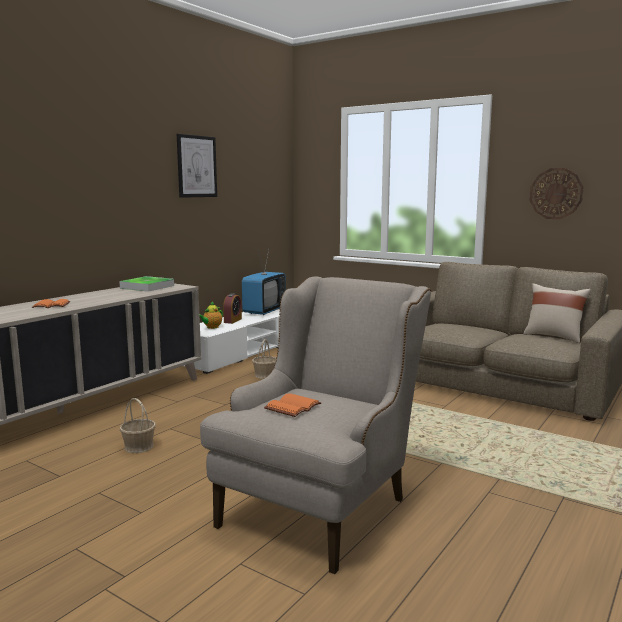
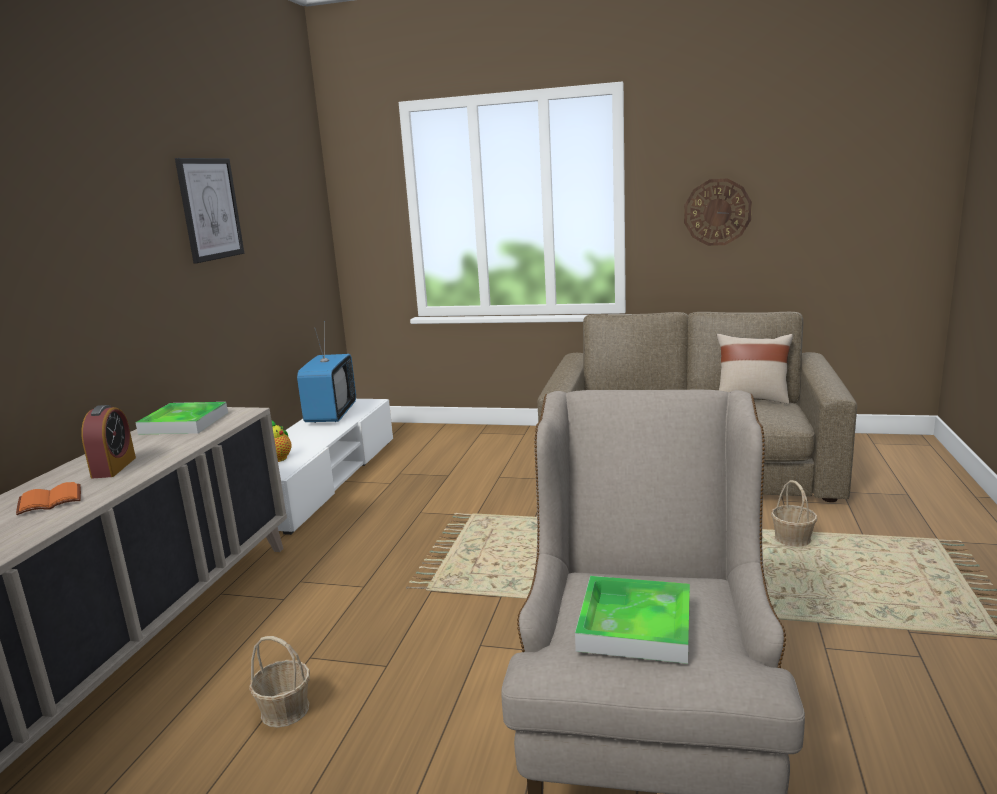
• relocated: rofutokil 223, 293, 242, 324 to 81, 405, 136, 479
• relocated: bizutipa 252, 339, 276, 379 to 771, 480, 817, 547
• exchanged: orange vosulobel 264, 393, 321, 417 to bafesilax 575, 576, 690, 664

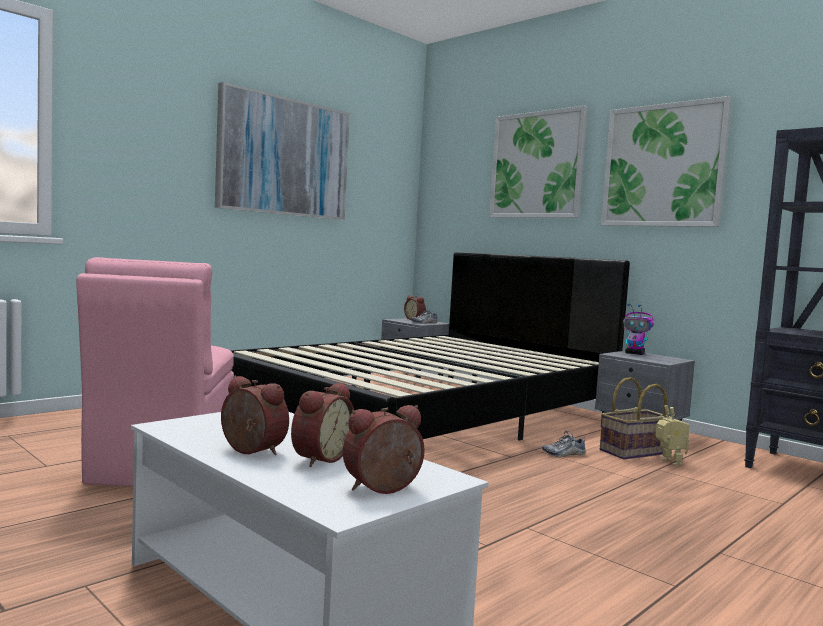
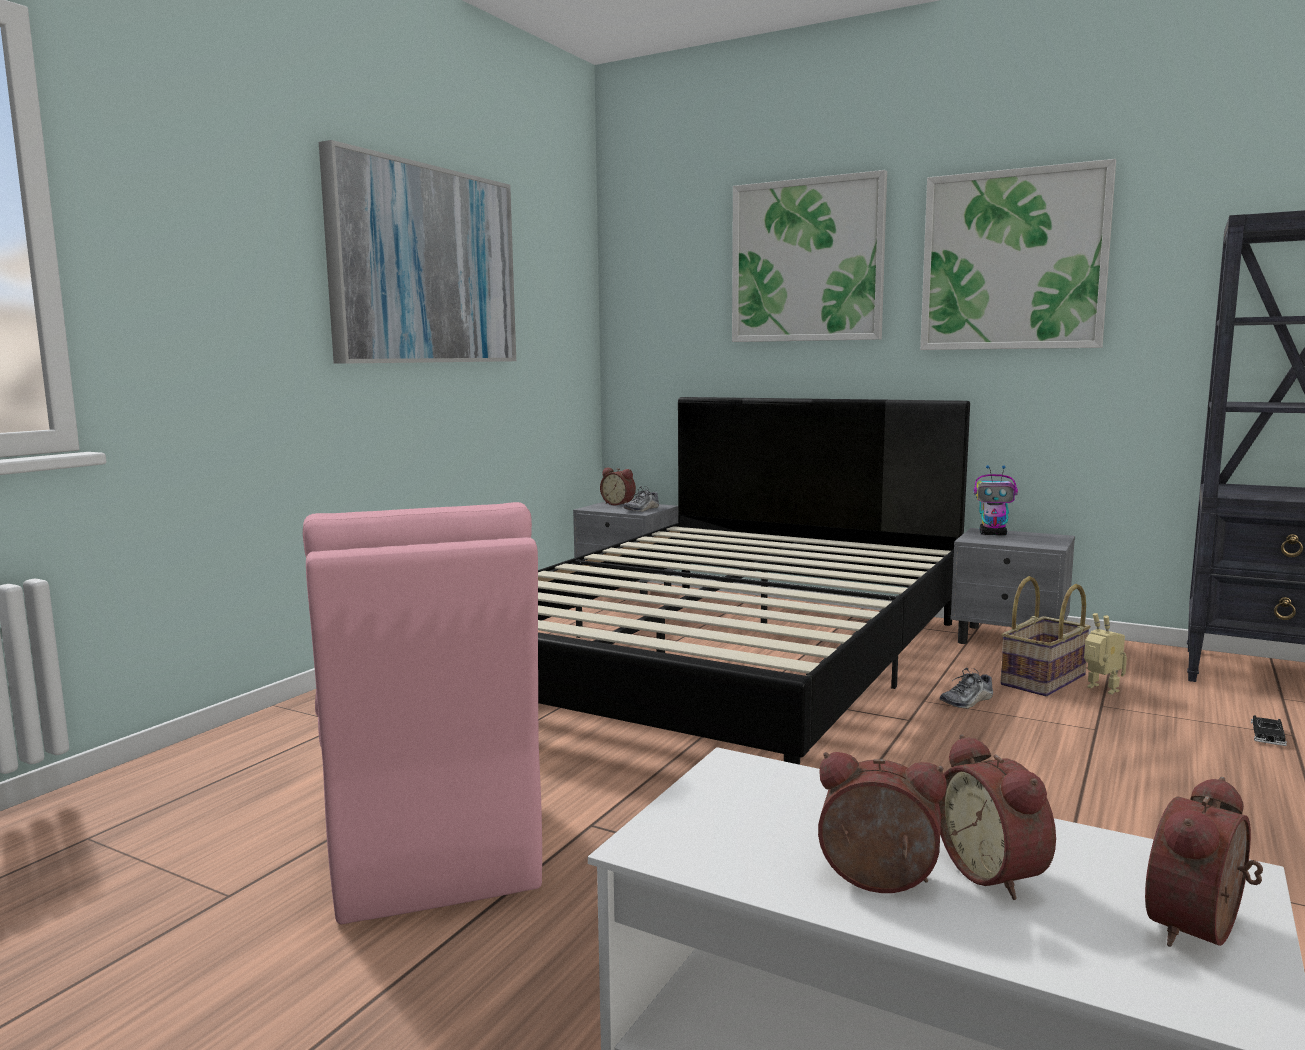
• spun: rofutokil 291, 383, 354, 467 = 939, 734, 1056, 900 150 degrees clockwise
• appeared: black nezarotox 1251, 715, 1287, 746

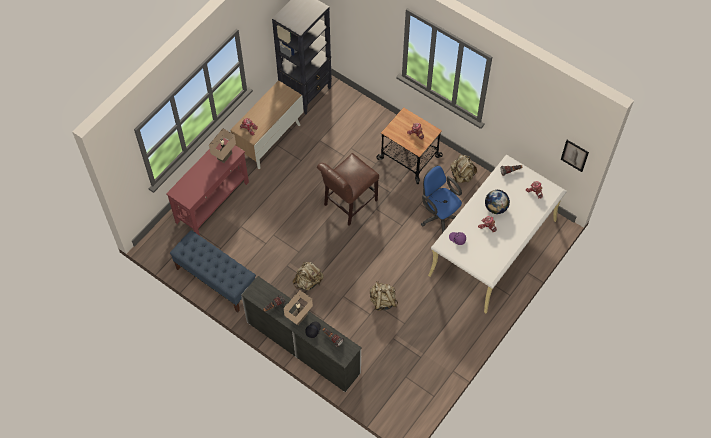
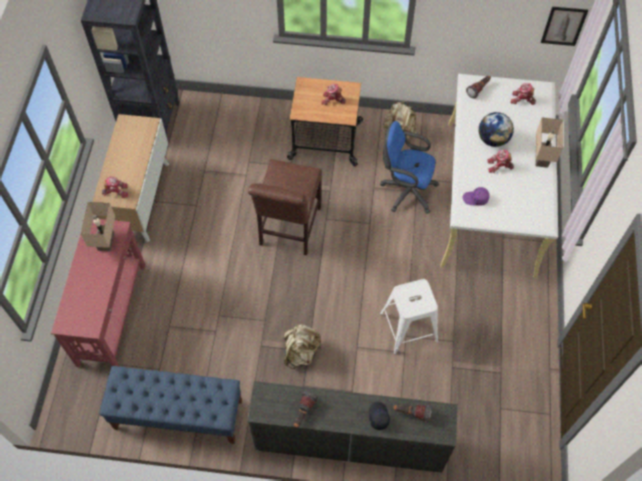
• exchanged: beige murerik 370, 281, 398, 311 to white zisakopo 380, 279, 438, 354
• relocated: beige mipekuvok 284, 290, 313, 325 to 535, 117, 563, 168

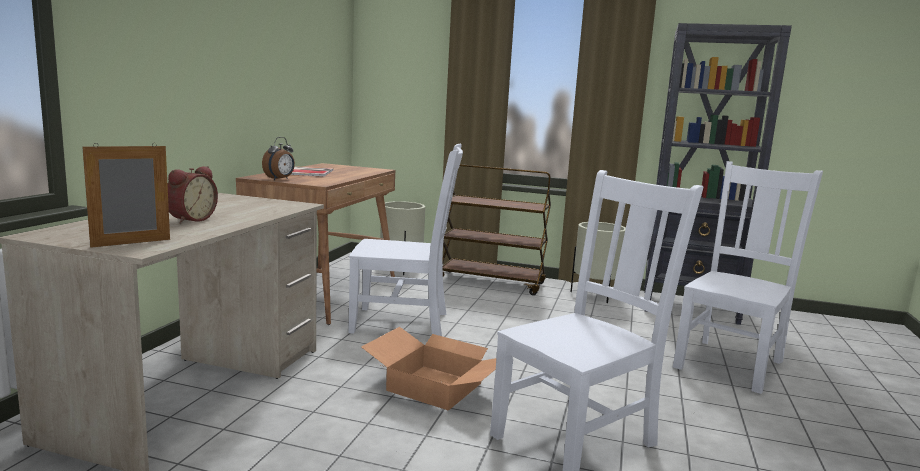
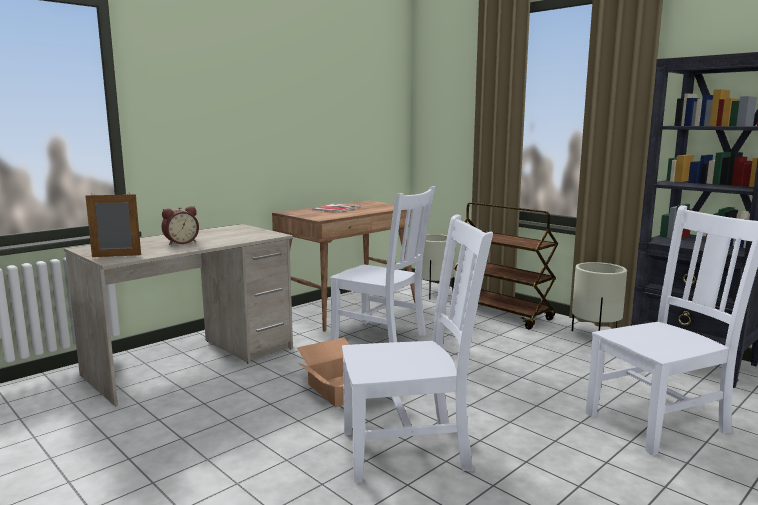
• missing: rofutokil 262, 137, 295, 180

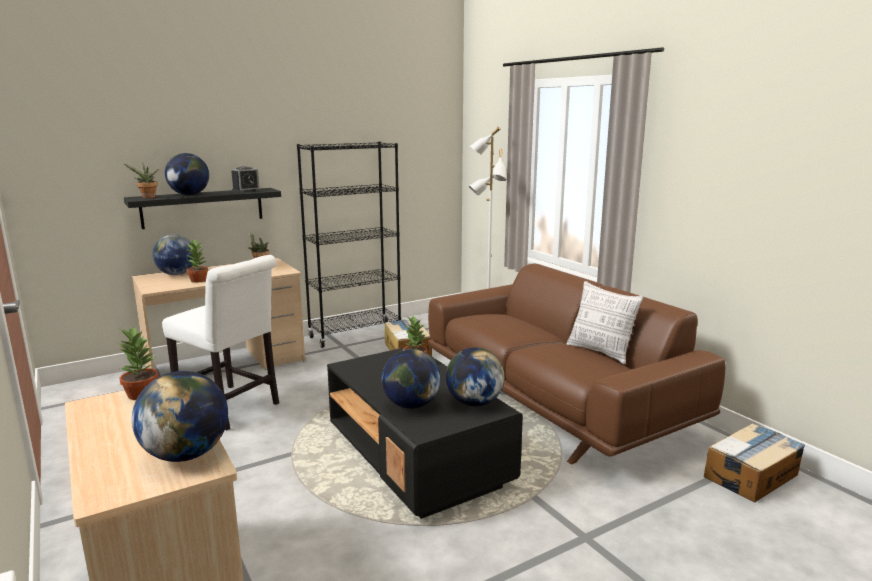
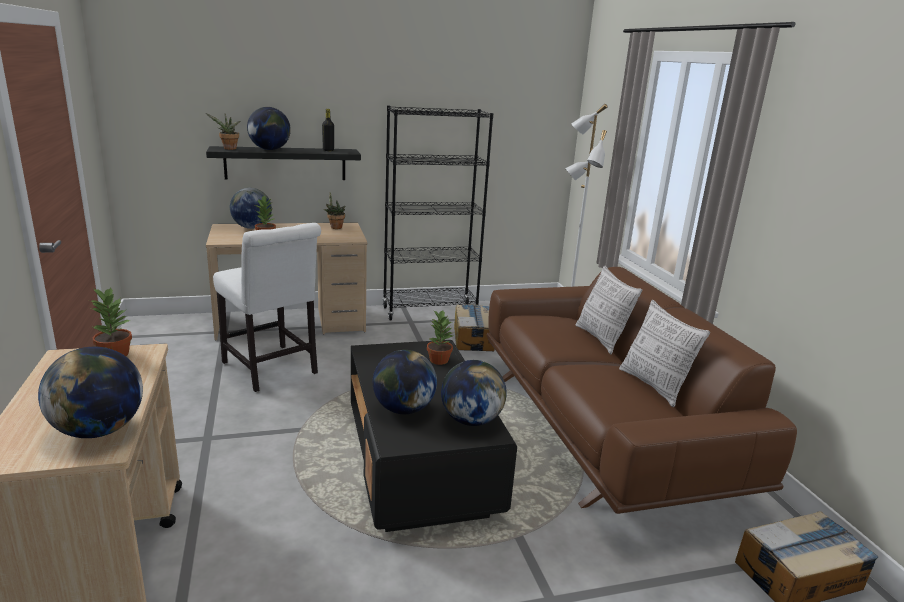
• exchanged: rofutokil 231, 166, 261, 193 to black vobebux 322, 109, 334, 151
• appeared: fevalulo 576, 266, 642, 354

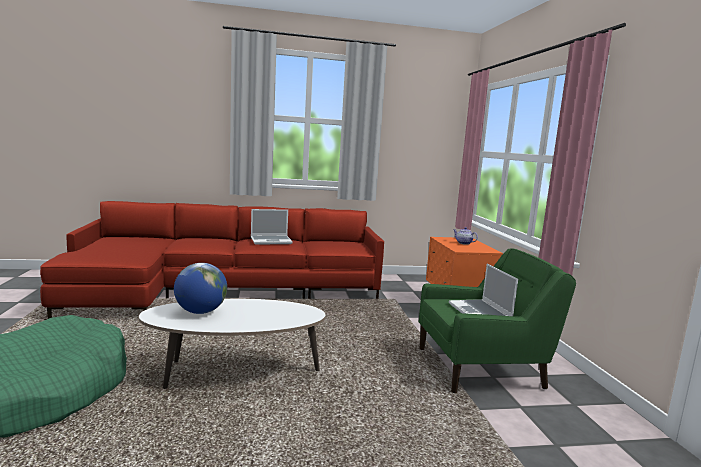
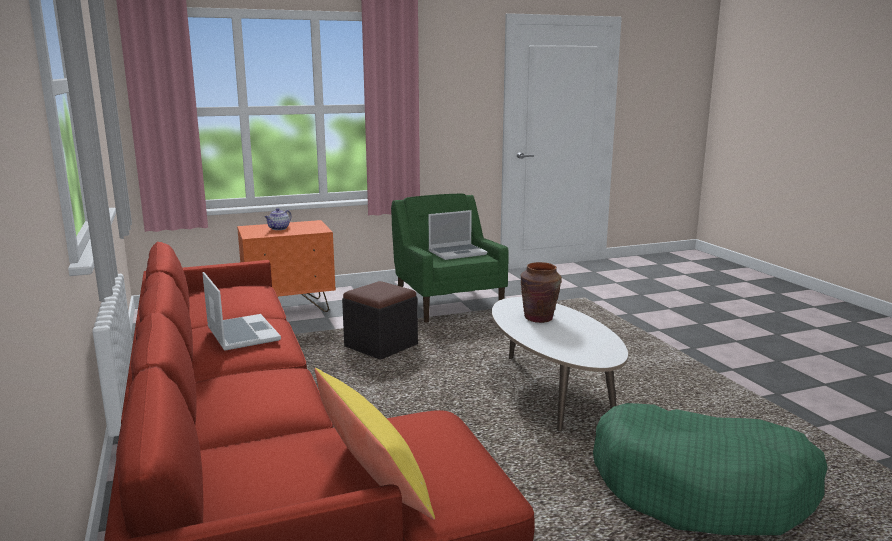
• missing: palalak 174, 263, 227, 314
• appeared: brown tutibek 520, 262, 562, 323
• appeared: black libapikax 342, 281, 418, 359
• appeared: yellow fevalulo 315, 368, 435, 520

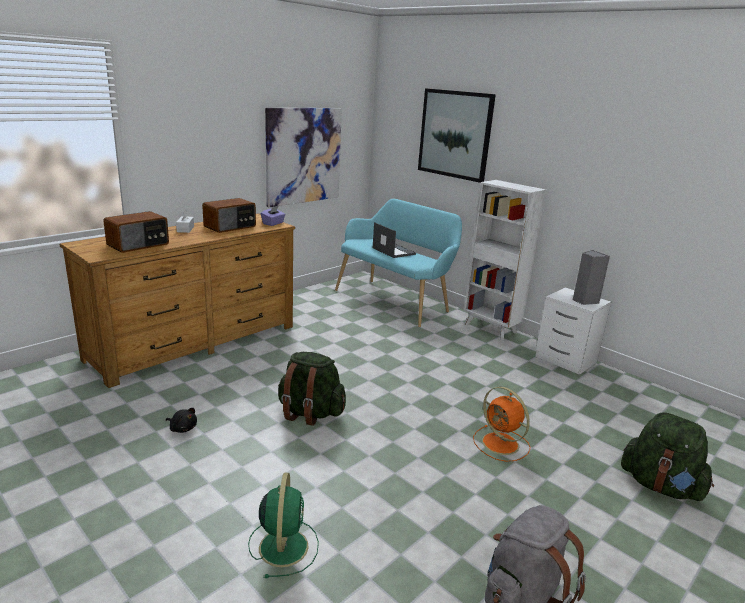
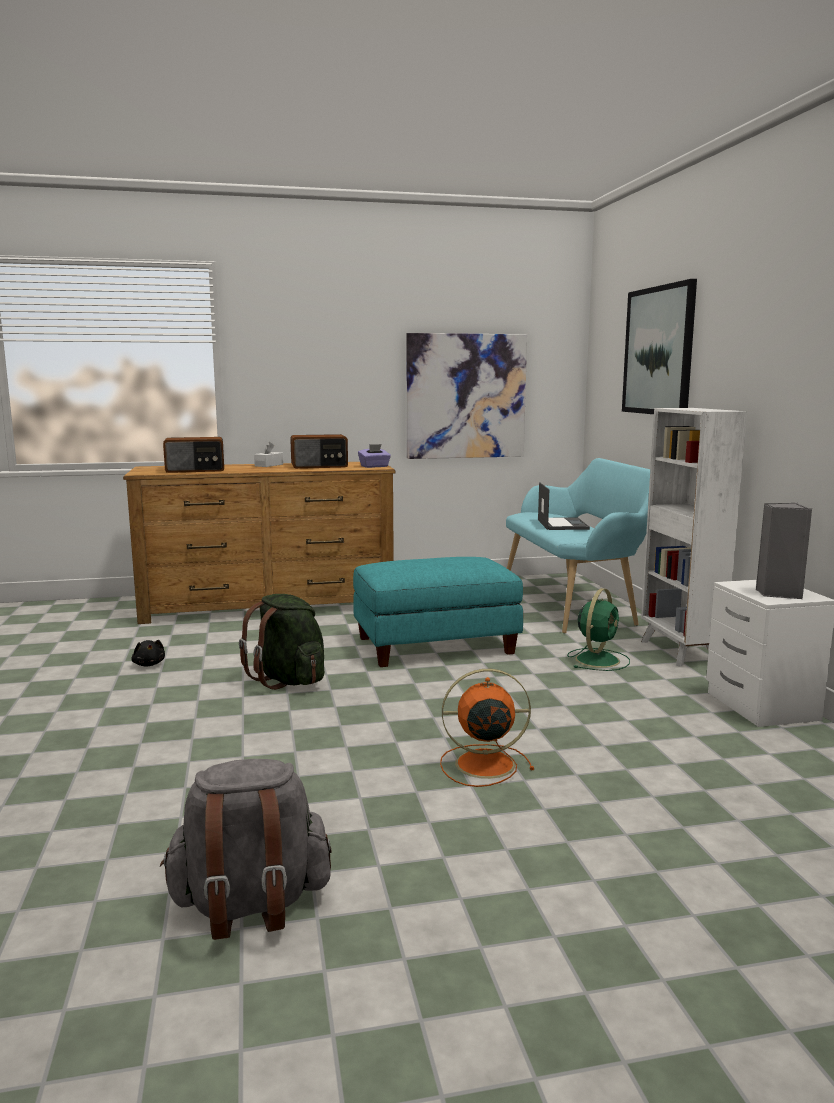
• spun: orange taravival 473, 387, 530, 462 = 440, 669, 534, 787 90 degrees clockwise
• missing: green murerik 621, 412, 714, 501
• relocated: green taravival 248, 473, 319, 578 to 567, 588, 630, 671
• appeared: turquoise libapikax 353, 557, 523, 667

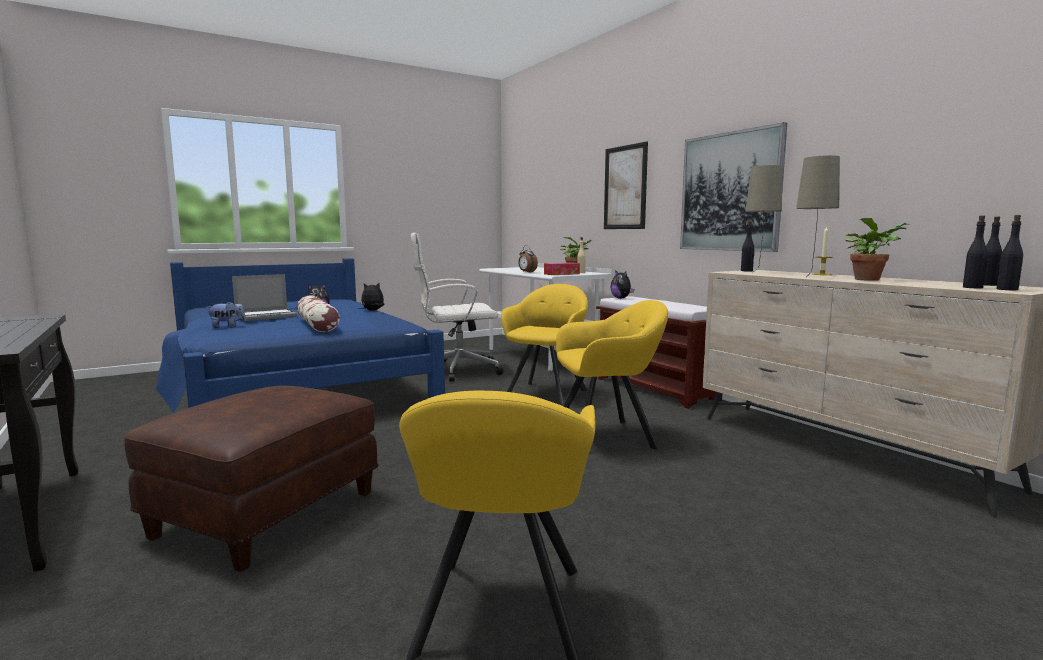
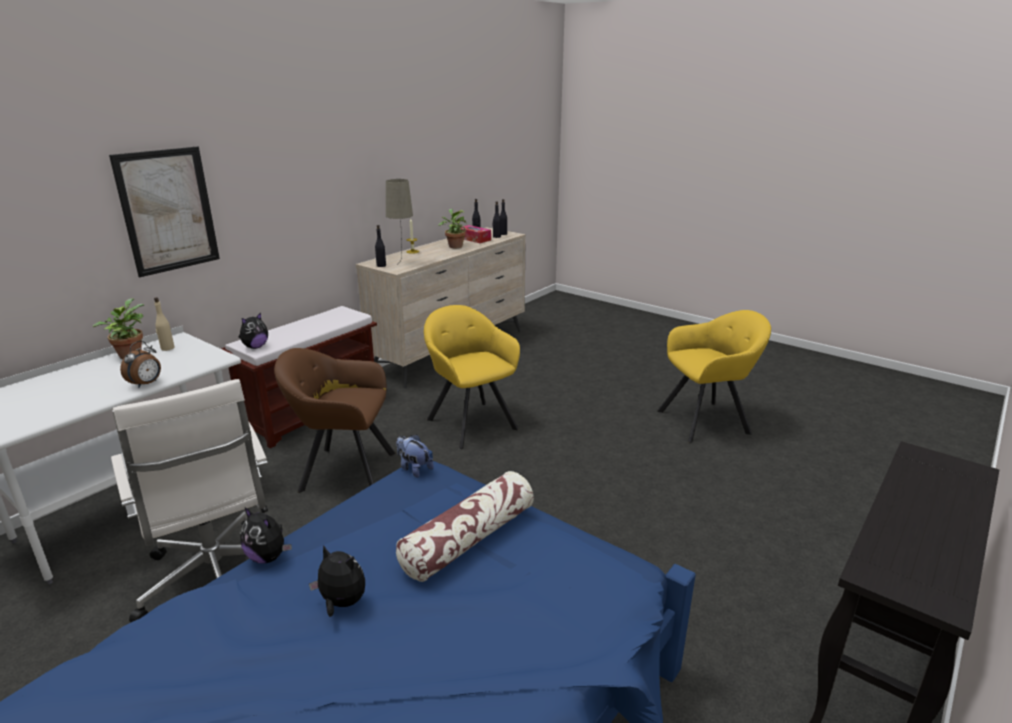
• missing: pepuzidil 680, 122, 787, 252
• missing: beige mipekuvok 796, 155, 840, 273
• relocated: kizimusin 544, 263, 580, 275 to 460, 225, 491, 243
• missing: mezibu 232, 274, 298, 321
• colour: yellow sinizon 501, 284, 588, 406 to brown sinizon 274, 348, 396, 493
• relocated: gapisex 206, 301, 246, 328 to 396, 434, 434, 478
• missing: brown libapikax 124, 386, 378, 572

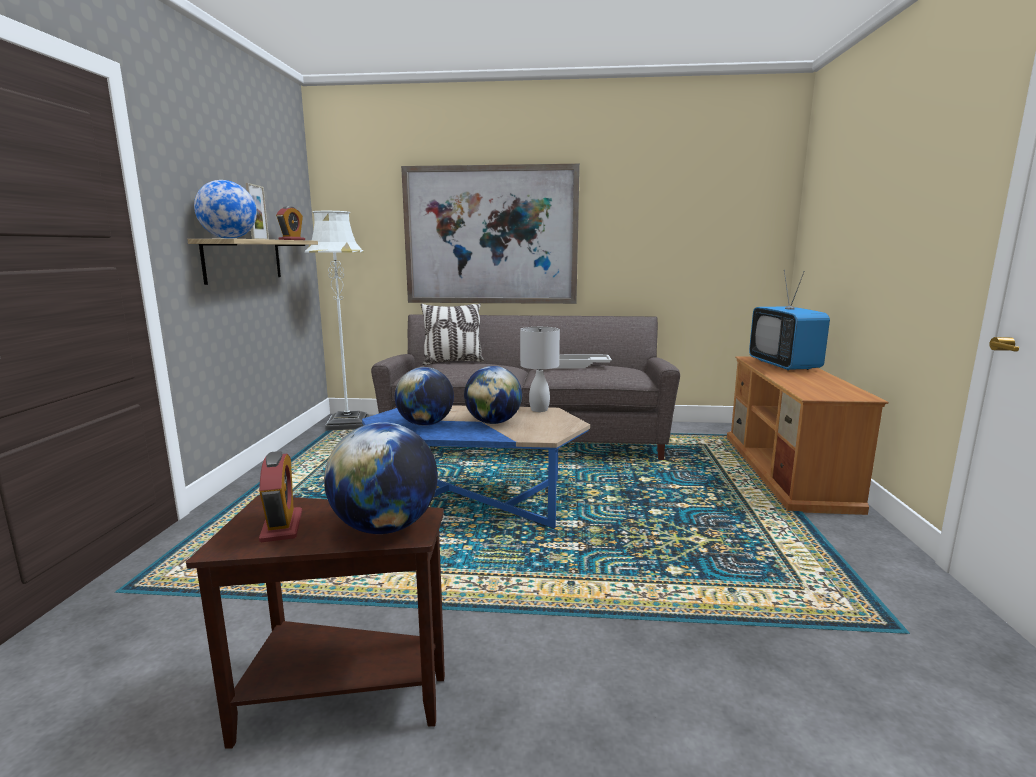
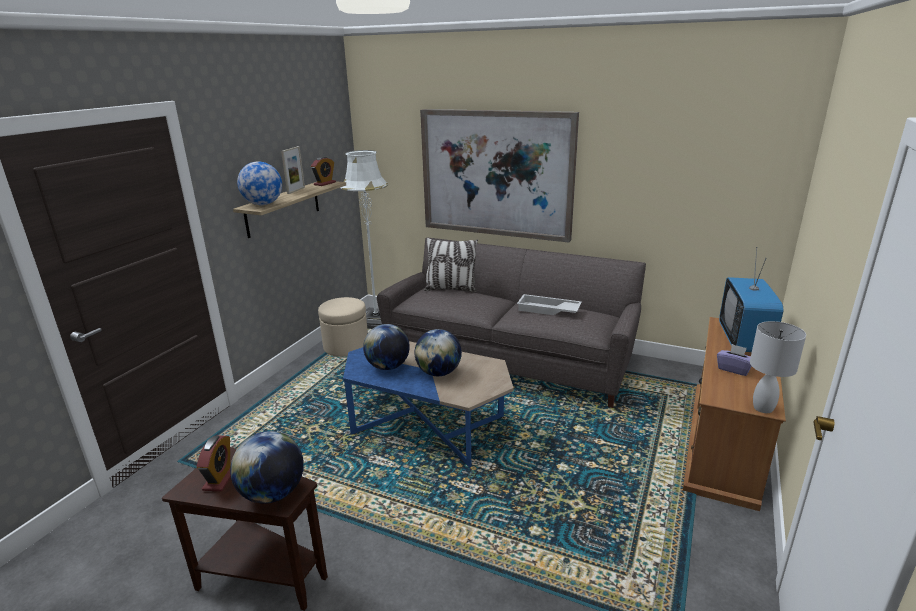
• relocated: white mipekuvok 520, 327, 560, 412 to 750, 321, 806, 413
• appeared: beige libapikax 318, 297, 368, 357
• appeared: purple kizimusin 717, 344, 752, 376

